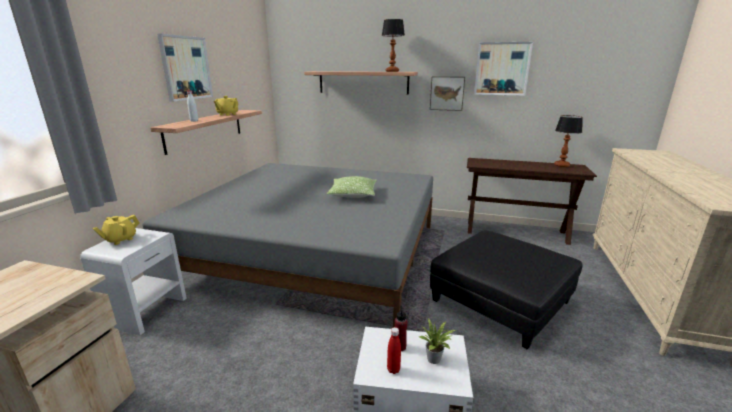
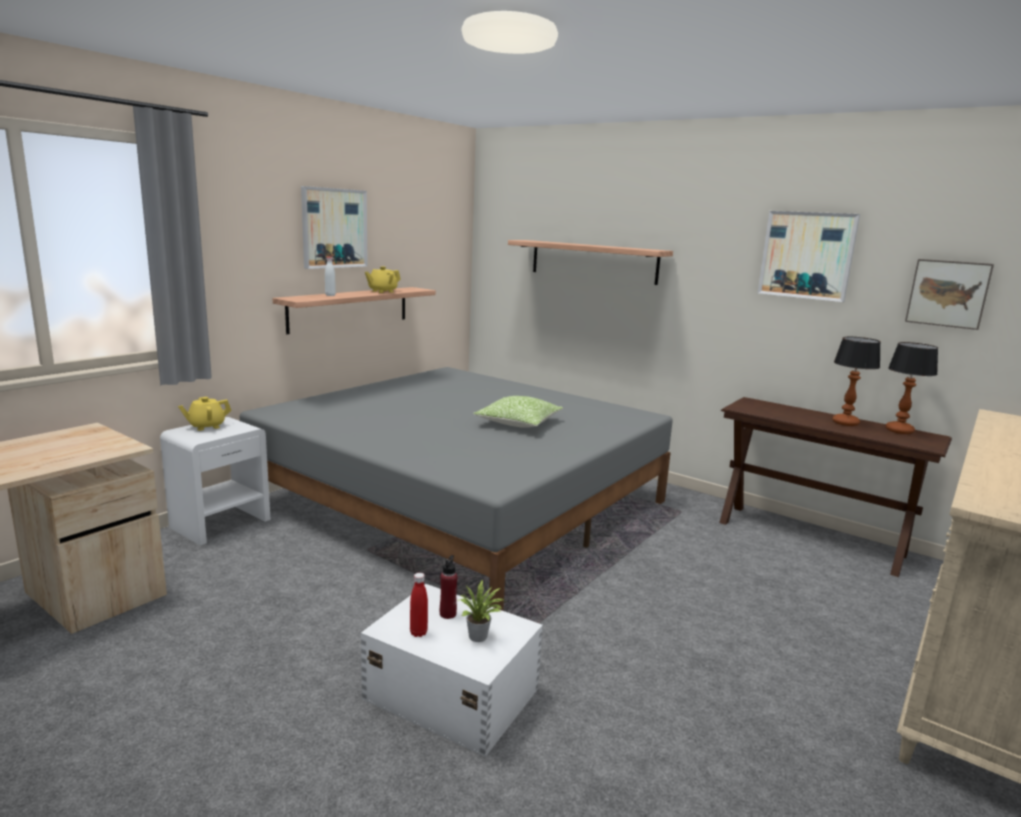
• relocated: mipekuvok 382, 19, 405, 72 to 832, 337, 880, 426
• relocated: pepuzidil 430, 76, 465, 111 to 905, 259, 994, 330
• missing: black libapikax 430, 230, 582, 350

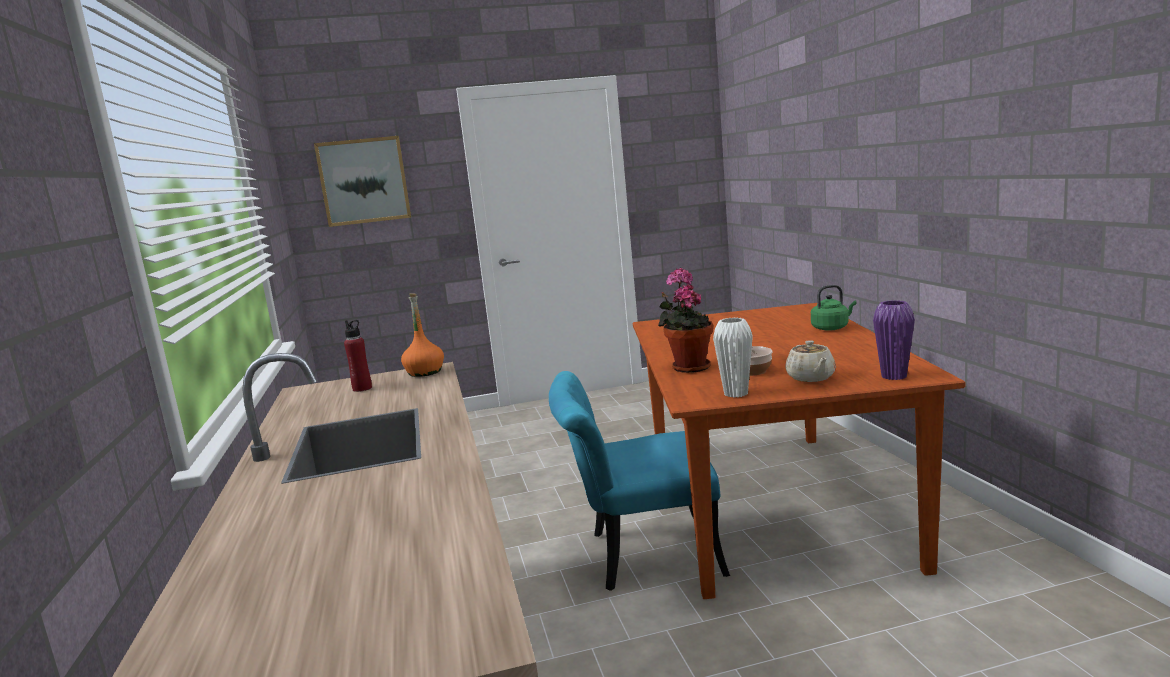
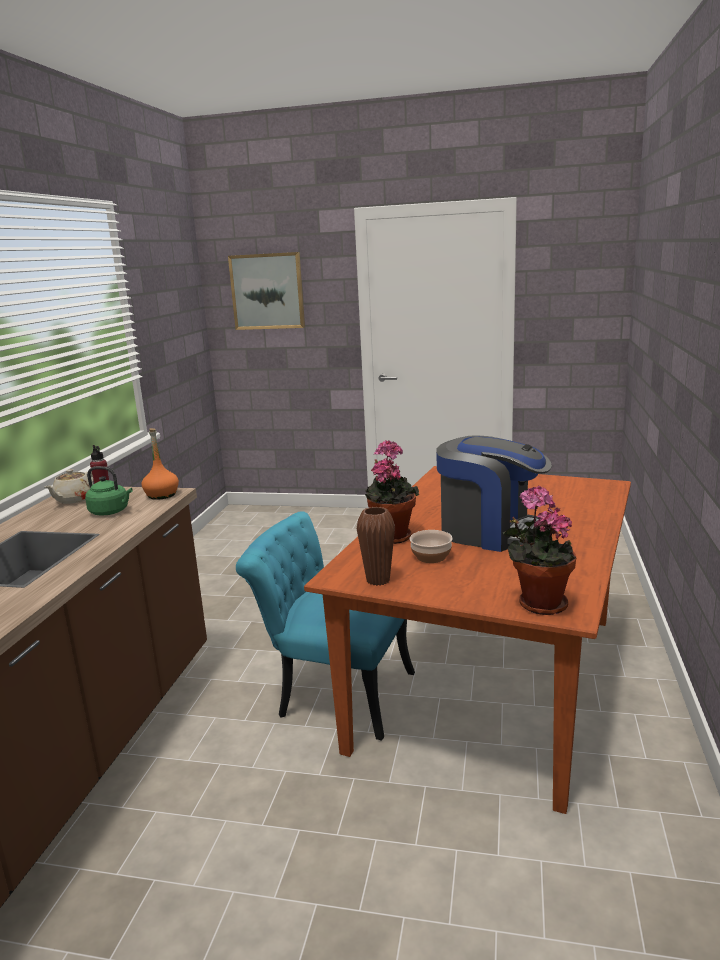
• relocated: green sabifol 811, 285, 857, 331 to 85, 466, 133, 516
• exchanged: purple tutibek 873, 300, 915, 380 to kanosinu 503, 486, 576, 615
• colour: white tutibek 713, 318, 753, 398 to brown tutibek 357, 507, 395, 586
• relocated: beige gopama 785, 340, 836, 382 to 45, 469, 93, 504
• appeared: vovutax 436, 435, 552, 552

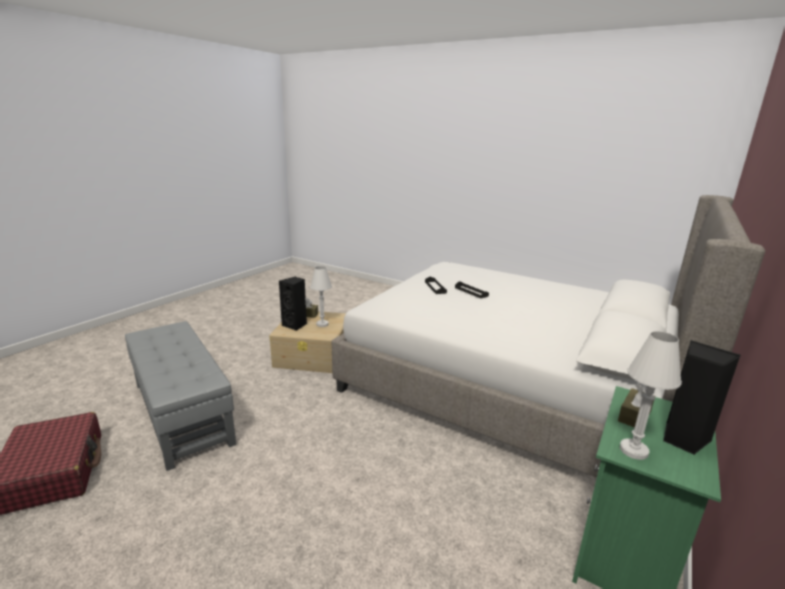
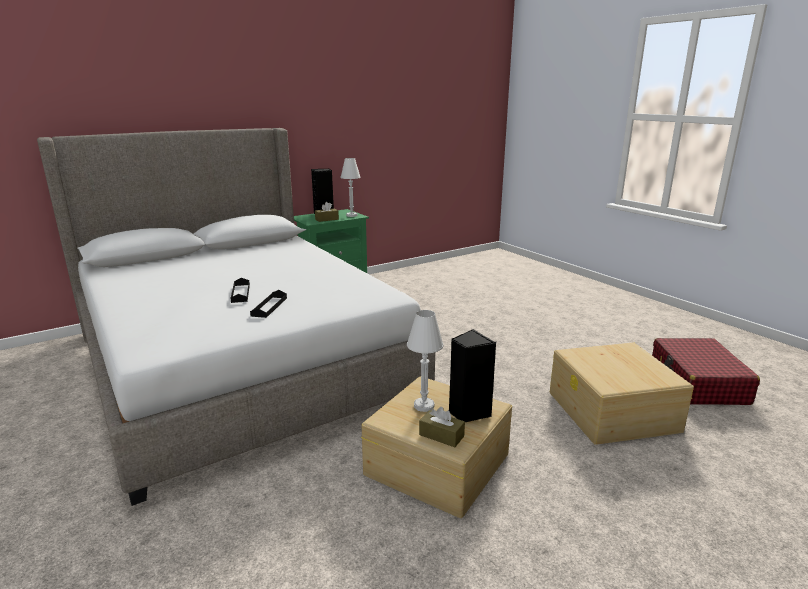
• exchanged: grey libapikax 125, 321, 236, 471 to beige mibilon 550, 342, 694, 445

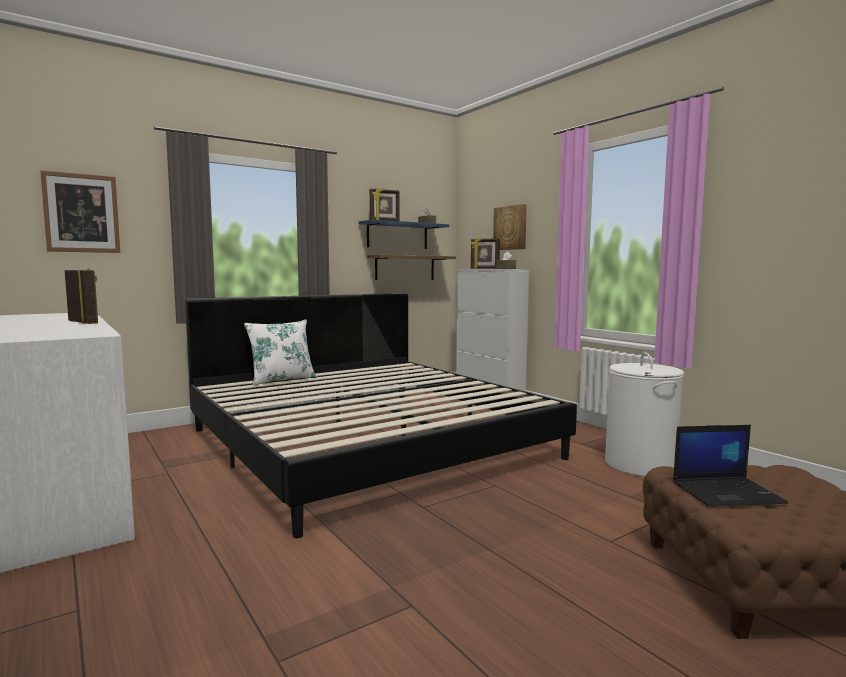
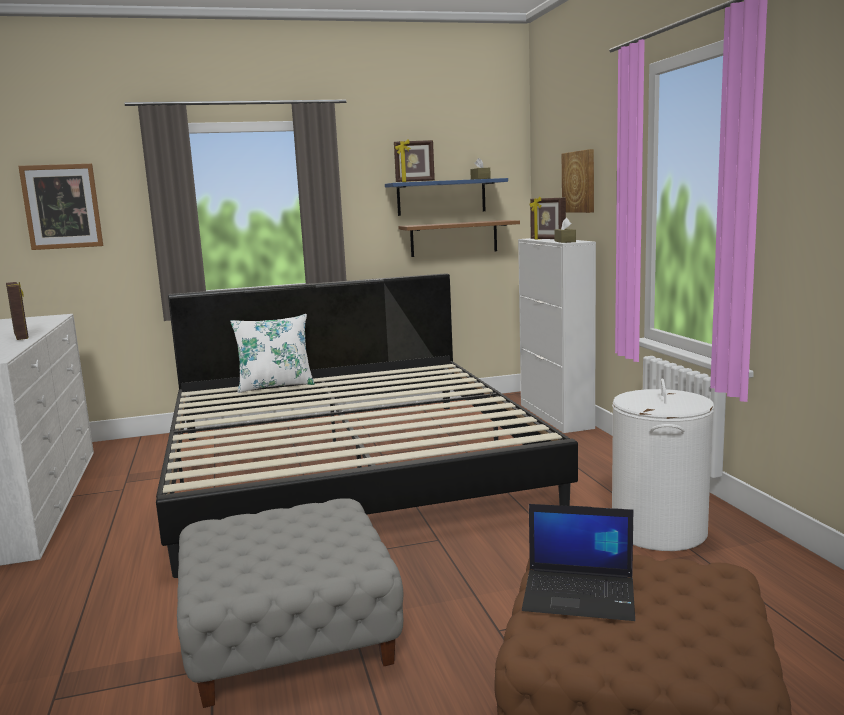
• appeared: grey libapikax 177, 498, 404, 708

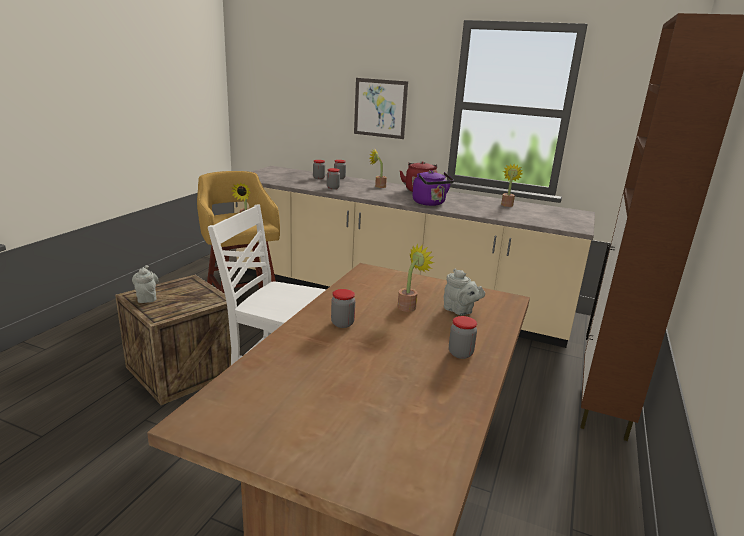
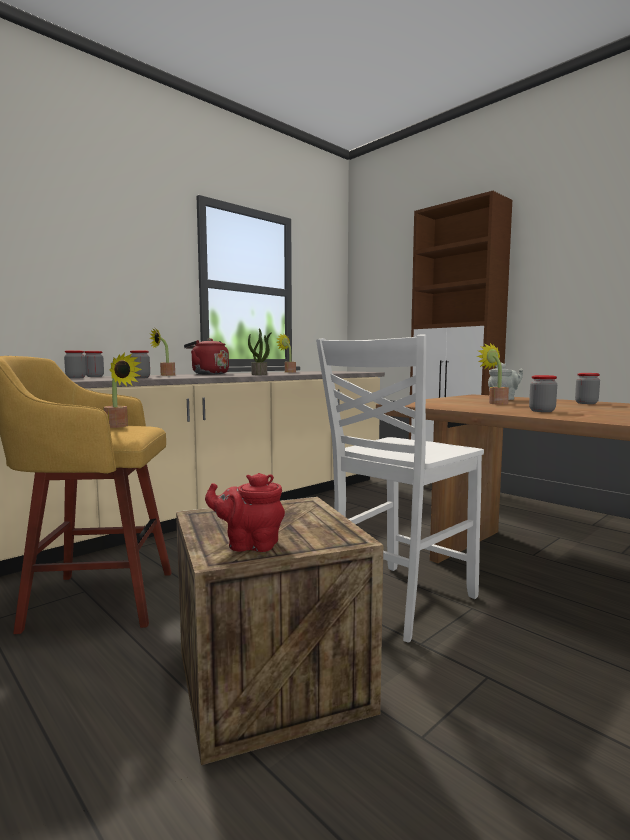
• missing: pepuzidil 354, 78, 408, 139
• exchanged: purple sabifol 412, 170, 454, 206 to kanosinu 248, 328, 272, 375
• colour: grey gopama 132, 265, 158, 303 to red gopama 205, 473, 285, 552

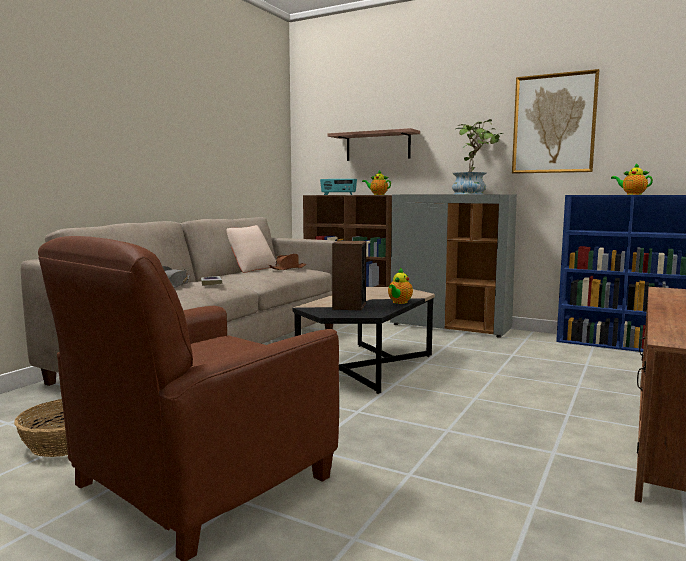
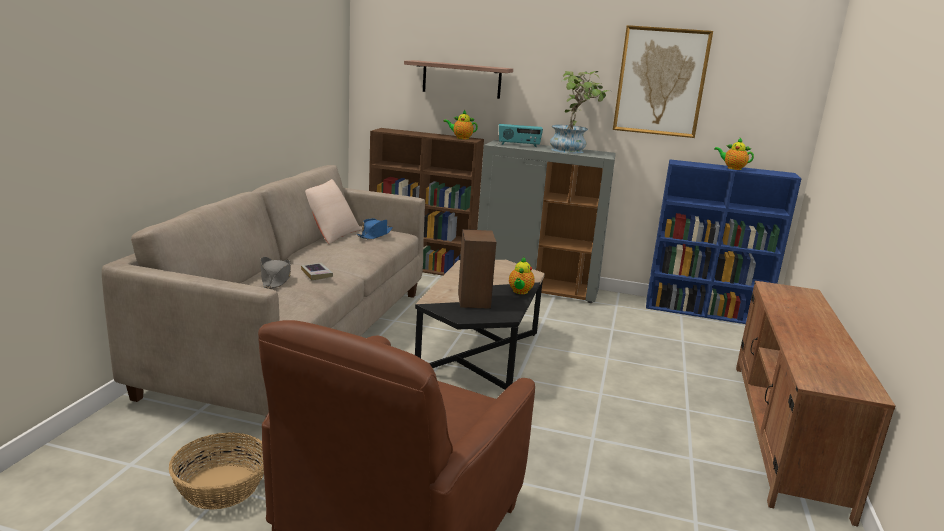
• relocated: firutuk 320, 179, 357, 195 to 499, 124, 543, 147
• colour: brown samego 268, 254, 306, 270 to blue samego 356, 218, 393, 240

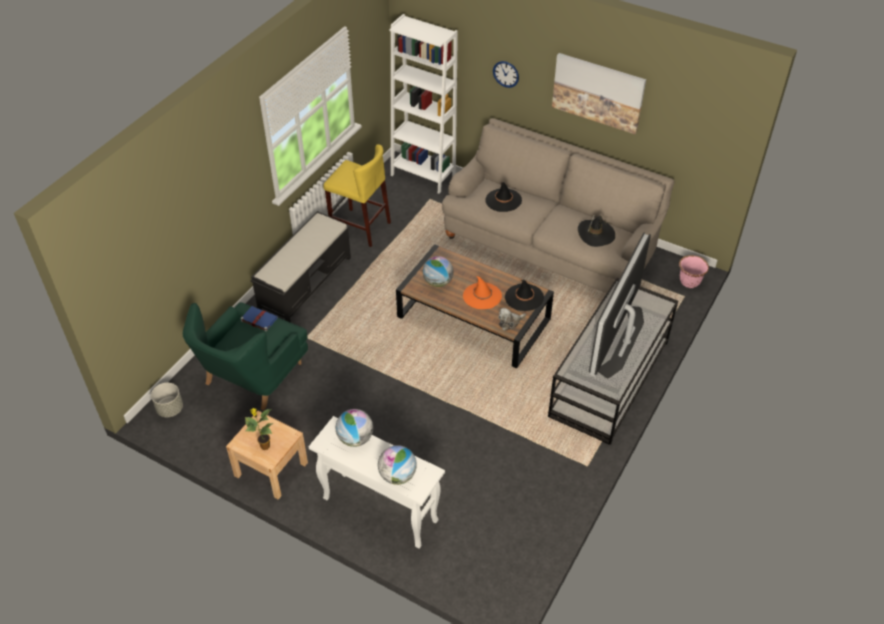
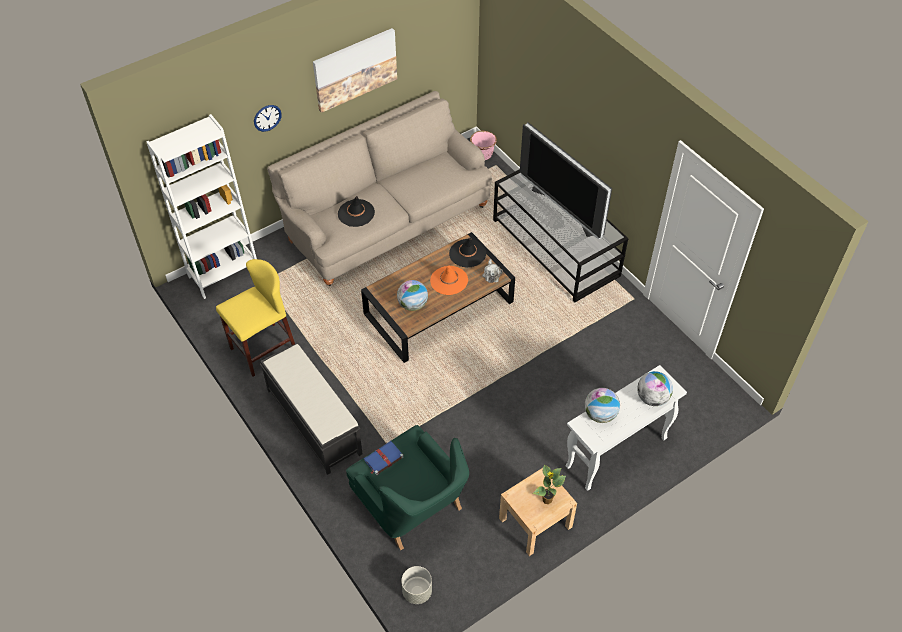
• missing: black samego 578, 215, 615, 247

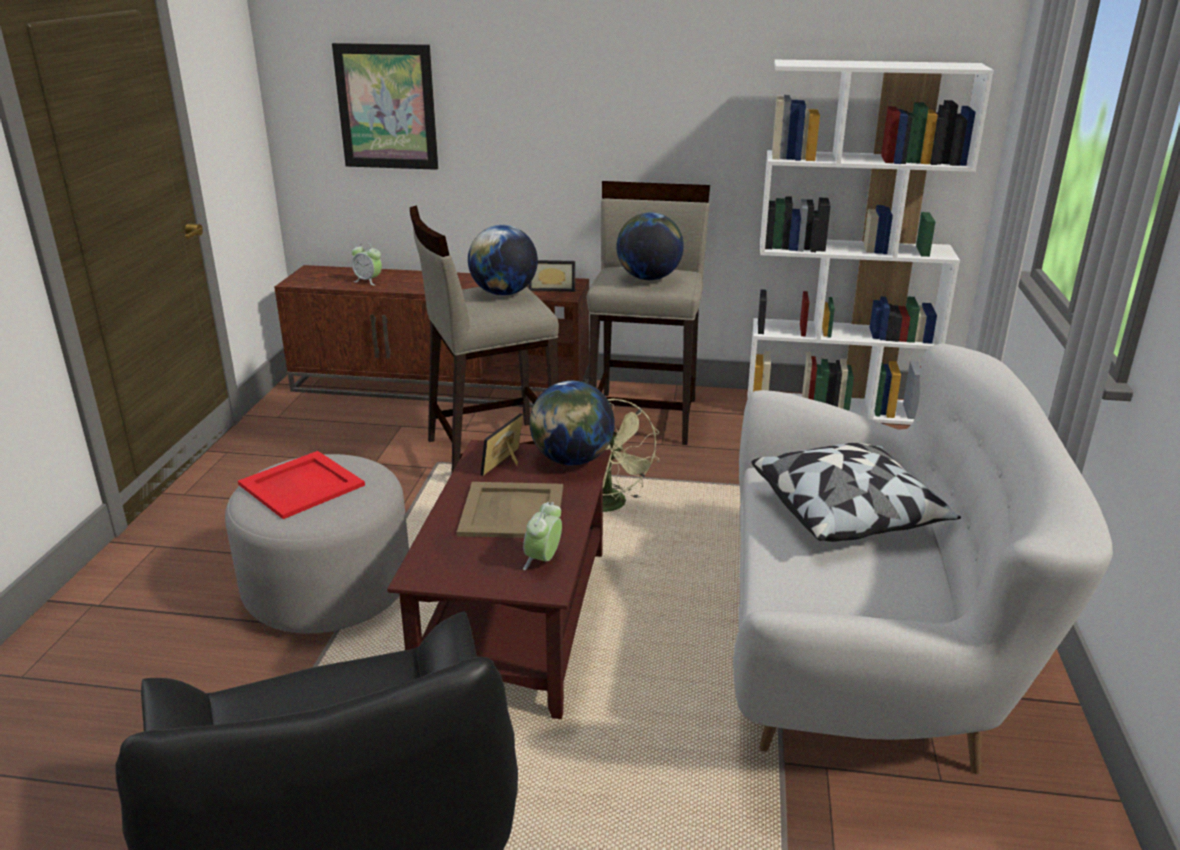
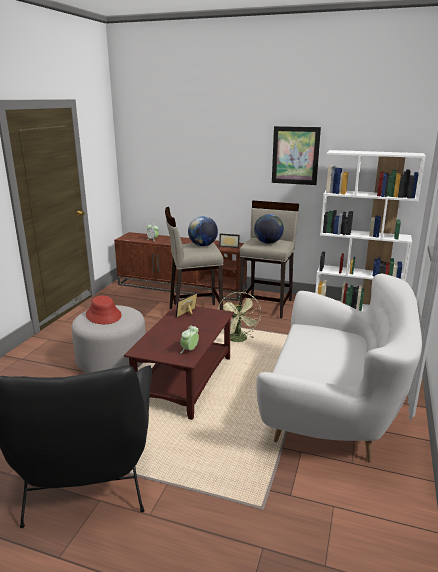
• relocated: pepuzidil 332, 43, 438, 170 to 272, 126, 321, 185
• missing: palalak 530, 381, 615, 465
• missing: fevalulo 751, 443, 961, 542
• exchanged: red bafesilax 238, 451, 365, 519 to red samego 86, 296, 122, 324
• missing: beige bafesilax 457, 482, 563, 538

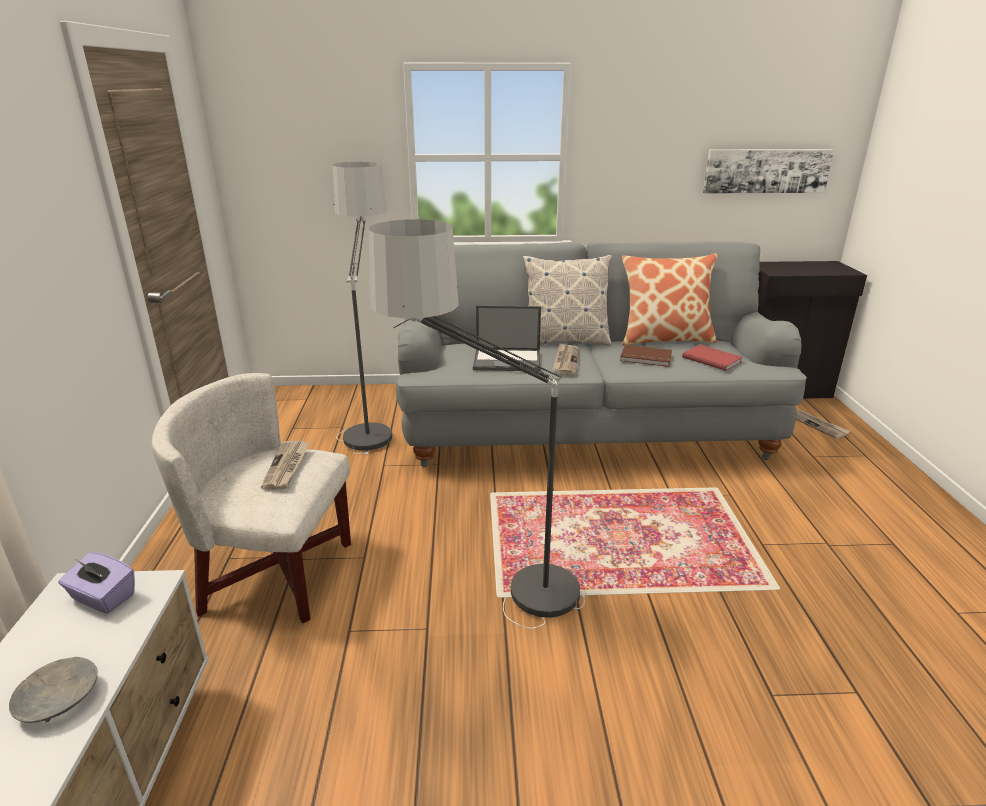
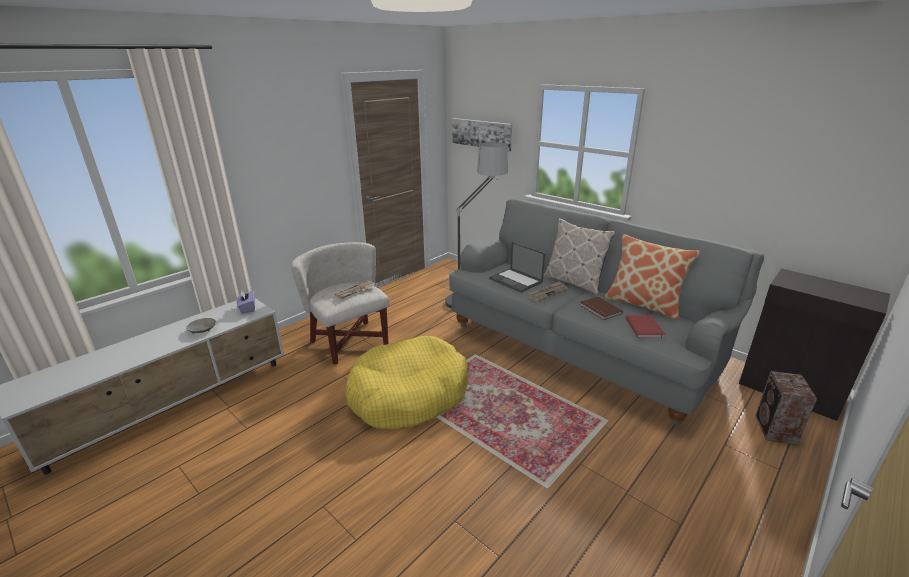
• relocated: pepuzidil 703, 149, 834, 194 to 452, 118, 512, 151
• exchanged: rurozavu 369, 219, 586, 629 to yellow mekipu 345, 336, 468, 429
• exchanged: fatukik 796, 411, 850, 439 to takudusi 755, 371, 817, 445

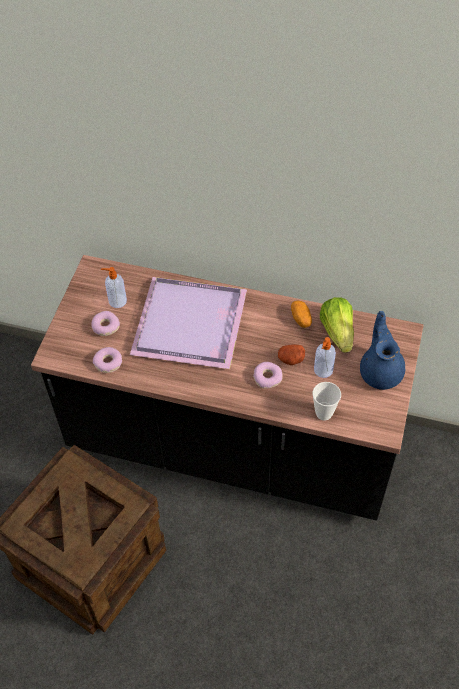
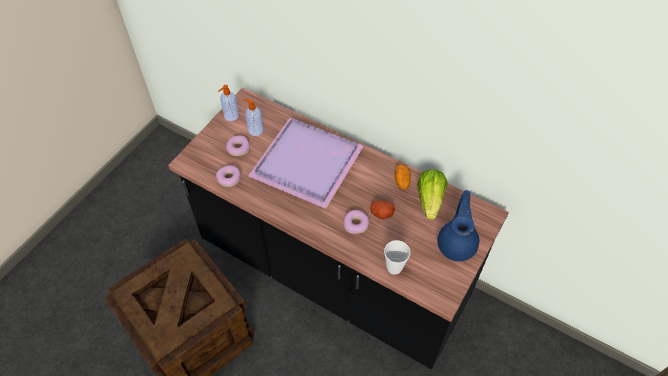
• relocated: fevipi 314, 337, 336, 378 to 218, 85, 239, 121

